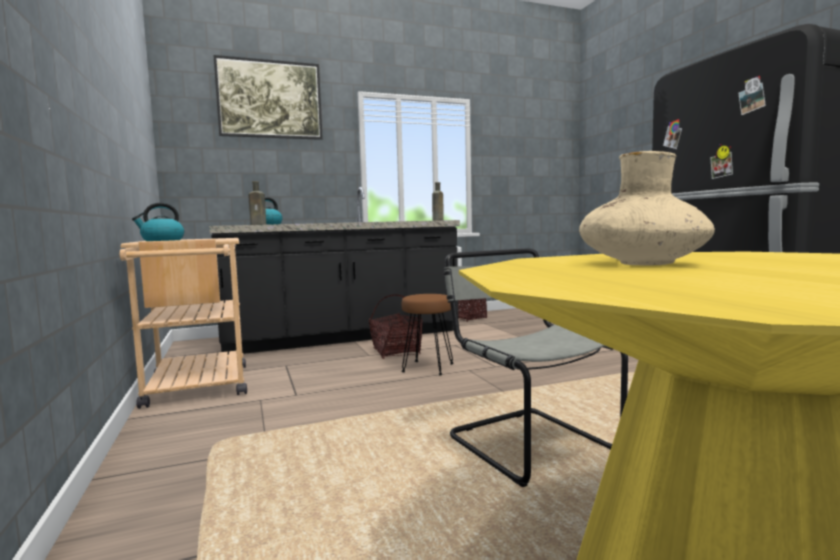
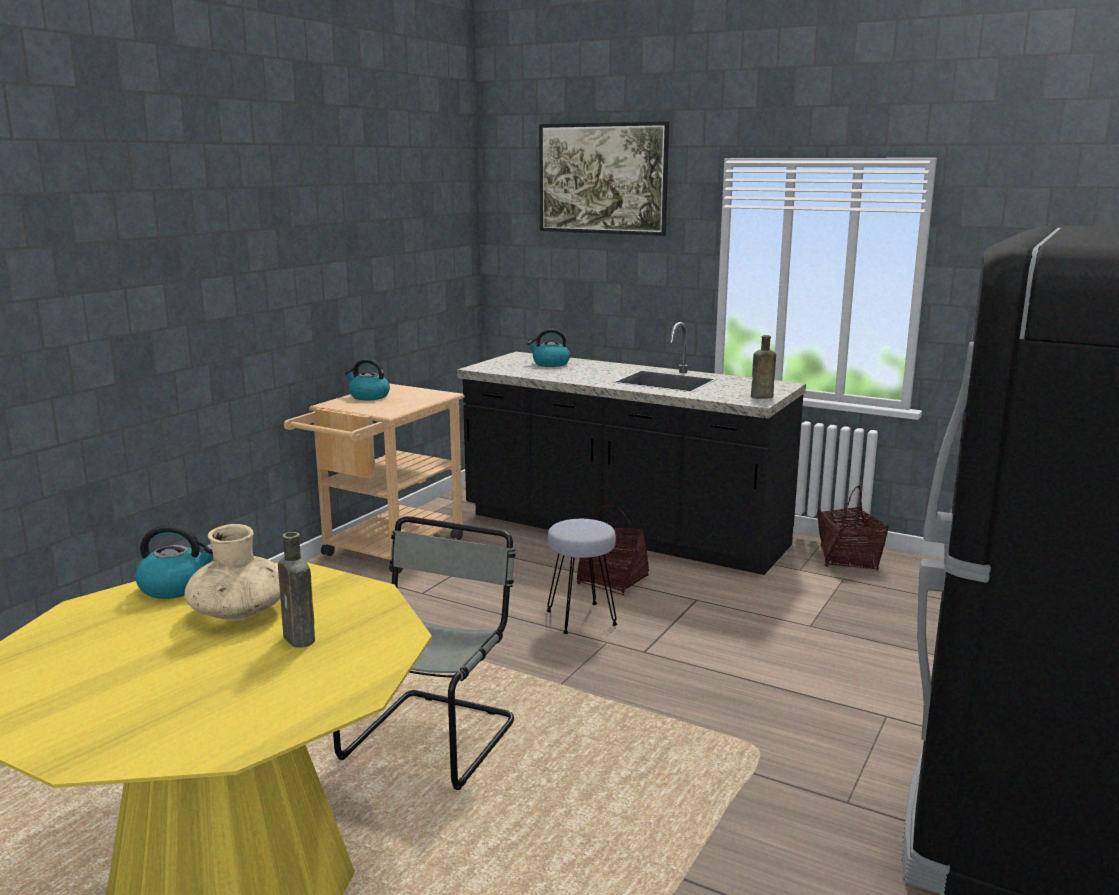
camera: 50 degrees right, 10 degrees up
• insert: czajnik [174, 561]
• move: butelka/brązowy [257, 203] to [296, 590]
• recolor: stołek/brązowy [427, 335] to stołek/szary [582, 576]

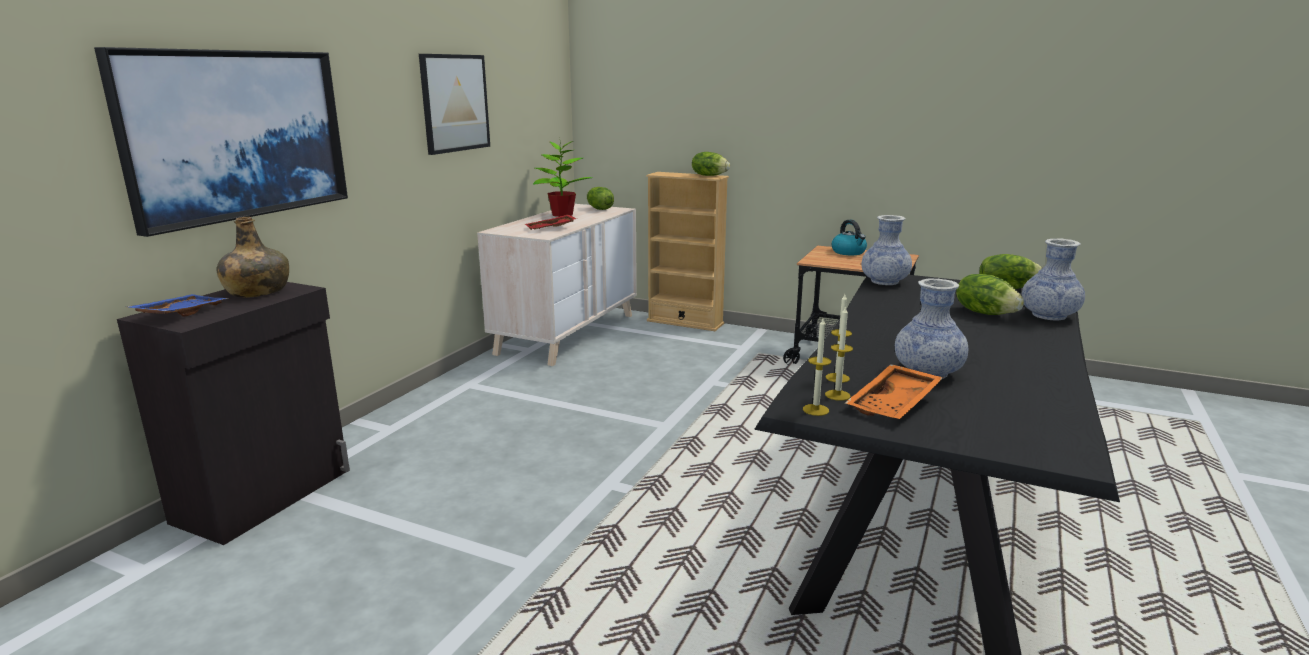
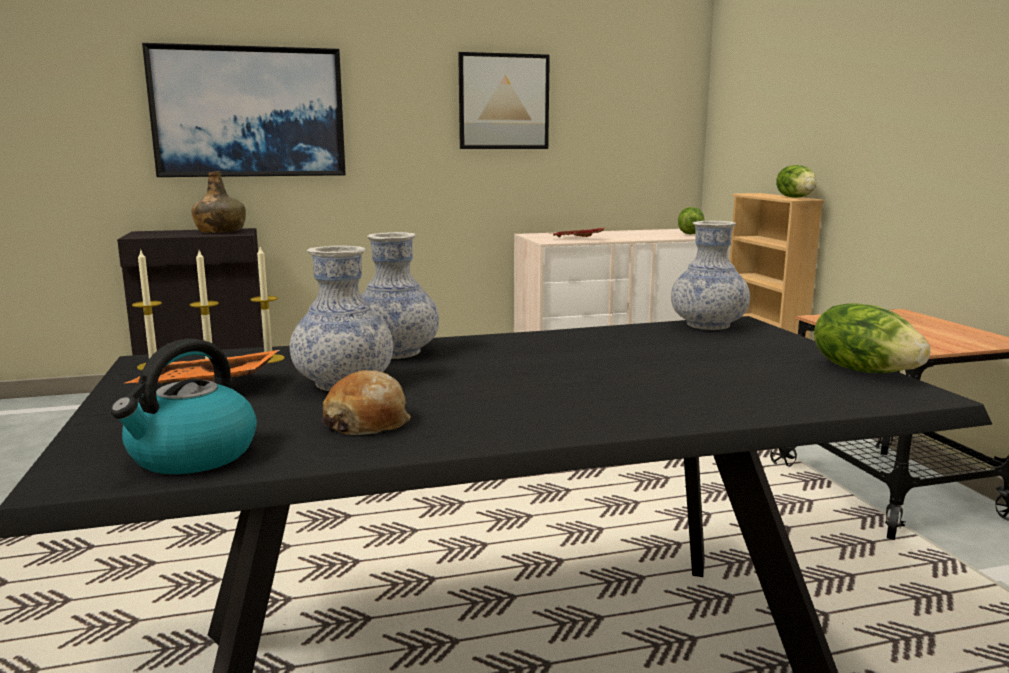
camera: 50 degrees right, 5 degrees down
• delete: taca/niebieski [178, 305]
• delete: roślina doniczkowa [562, 179]
• delete: sałata [990, 294]
• insert: chleb [366, 402]
• move: czajnik [849, 237] to [183, 406]
• move: wazon [1053, 280] to [400, 295]

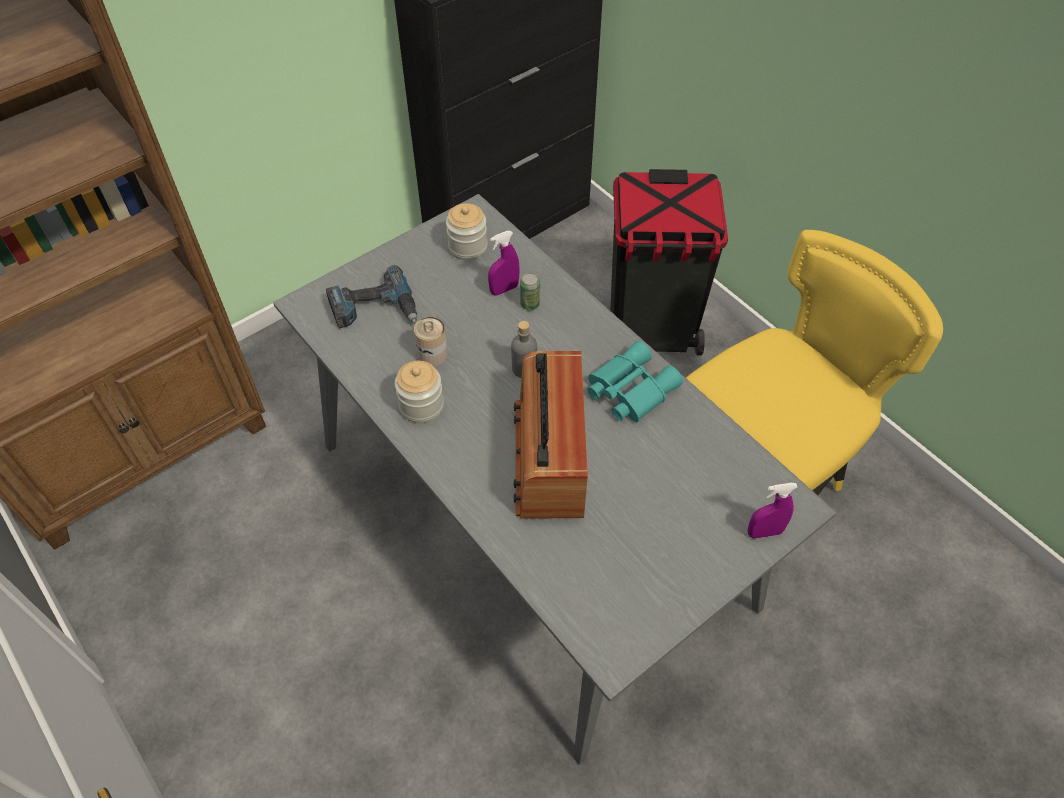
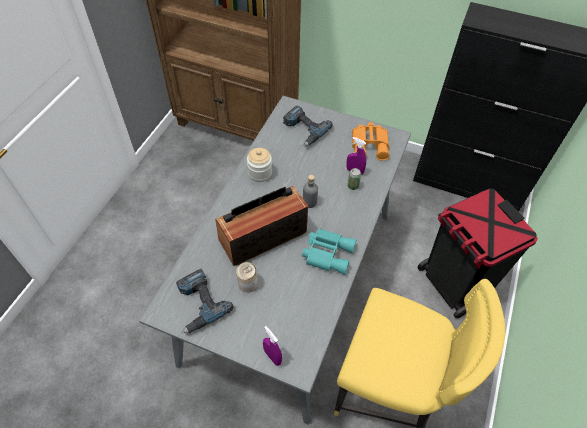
camera: 60 degrees right, 0 degrees up
• insert: wiertarka [204, 301]
• move: puszka [431, 341] to [247, 277]
• replace: słoik [467, 232] to lornetka/pomarańczowy [370, 141]

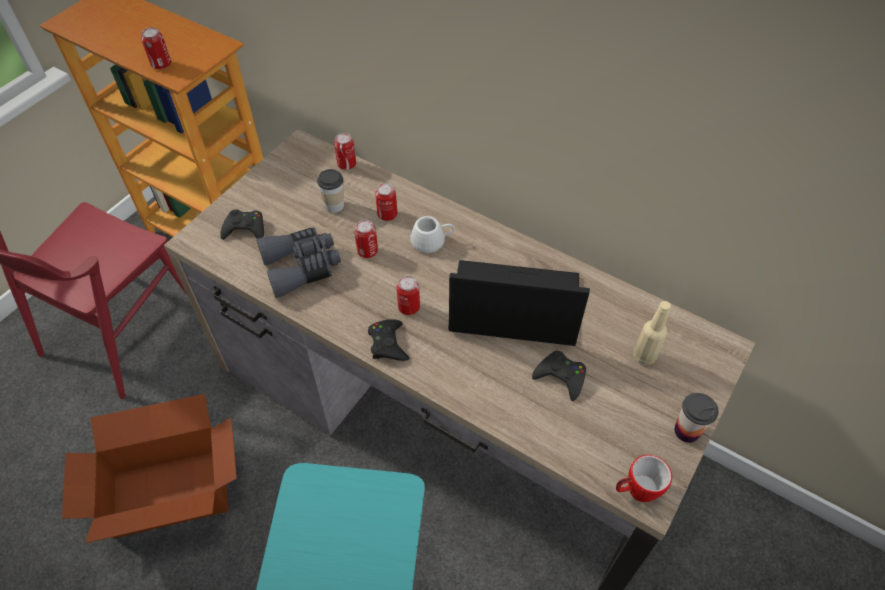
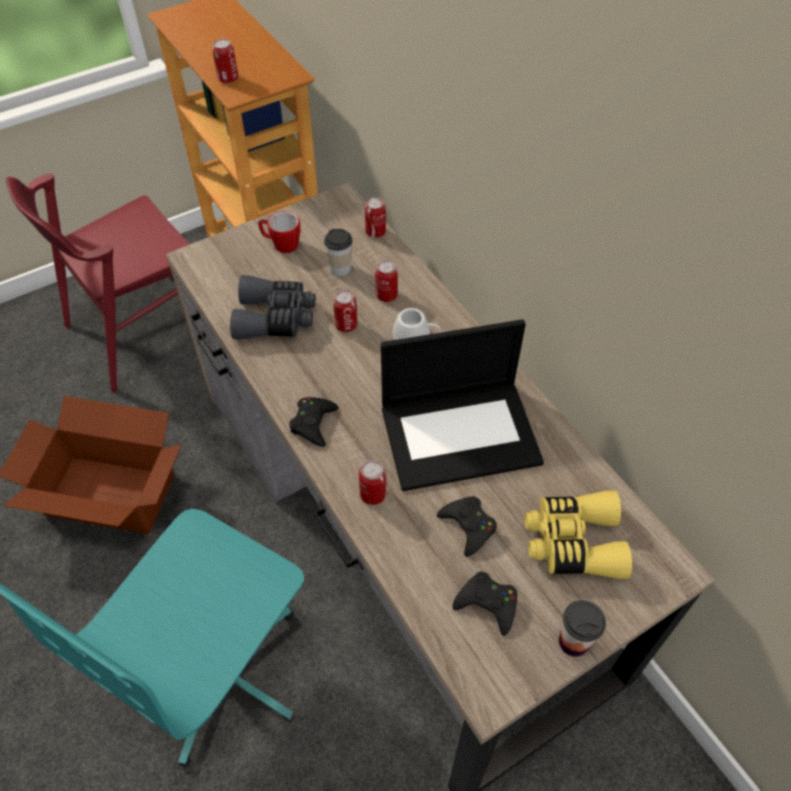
camera: 25 degrees right, 0 degrees up
• move: pad do gier/czarny [242, 224] to [485, 604]
• move: puszka [408, 295] to [372, 482]
• move: kubek [644, 478] to [279, 232]
• replace: butelka/beżowy [652, 333] to lornetka/żółty [578, 535]
• rotate: laptop [519, 303] = [462, 405] 135 degrees clockwise

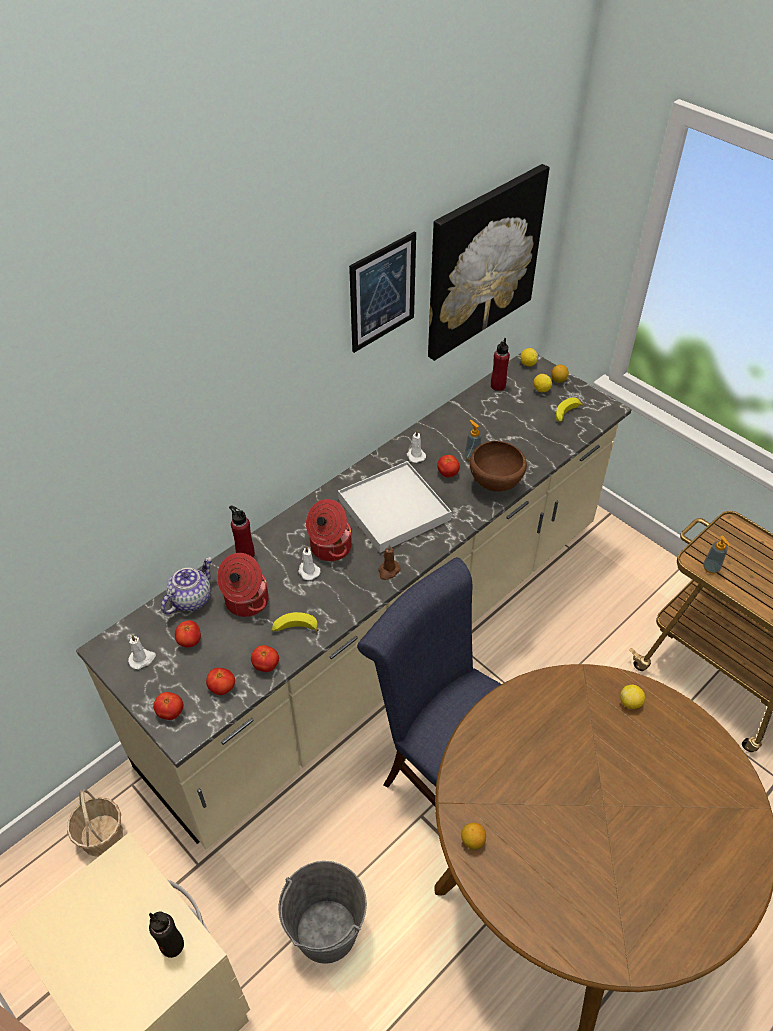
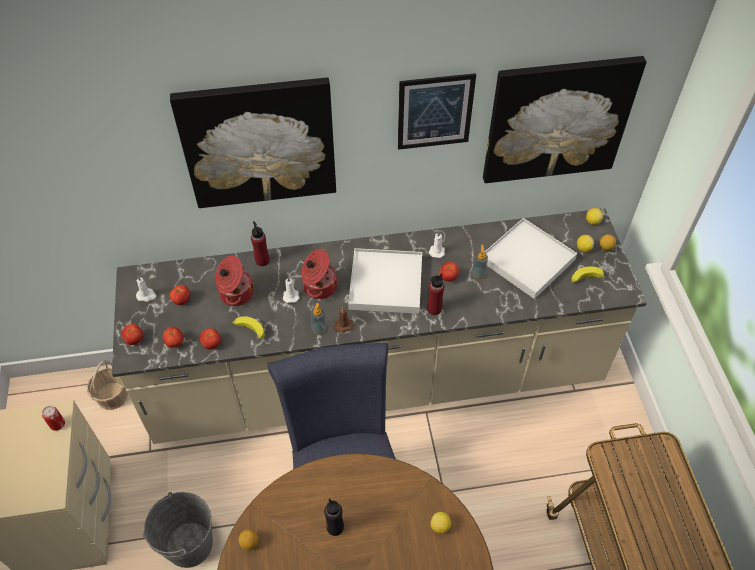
camera: 35 degrees right, 5 degrees up
• delete: imbryk [186, 585]
• delete: miska/brązowy [498, 466]
• insert: puszka [53, 418]
• insert: obraz [253, 143]
• insert: taca/biały [530, 258]
• move: butelka/czarny [166, 935] to [334, 517]
• move: butelka/czerwony [500, 364] to [435, 294]
• move: dozownik mydła [716, 554] to [319, 319]

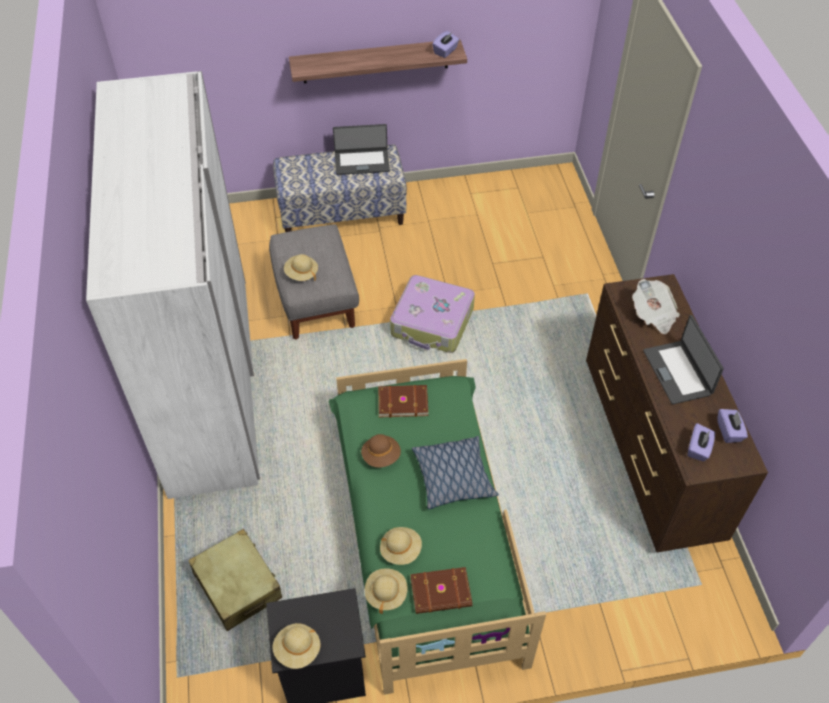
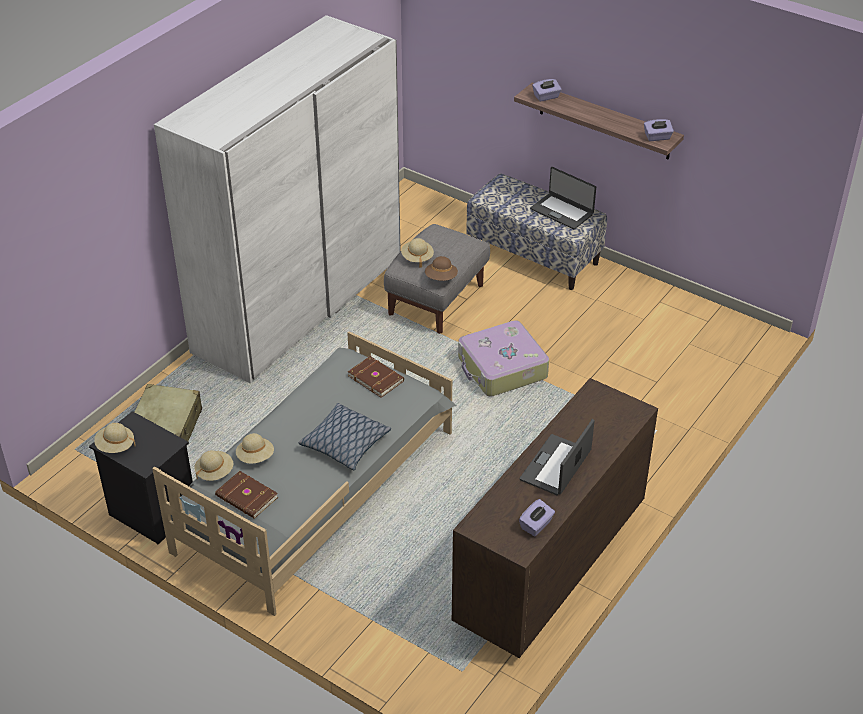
camera: 45 degrees right, 10 degrees down
• delete: gazeta [656, 306]
• move: kapelusz/brązowy [381, 451] to [441, 268]
• move: pudełko chusteczek/fioletowy [701, 442] to [547, 90]
• recolor: łóżko/zielony [437, 527] to łóżko/szary [304, 473]

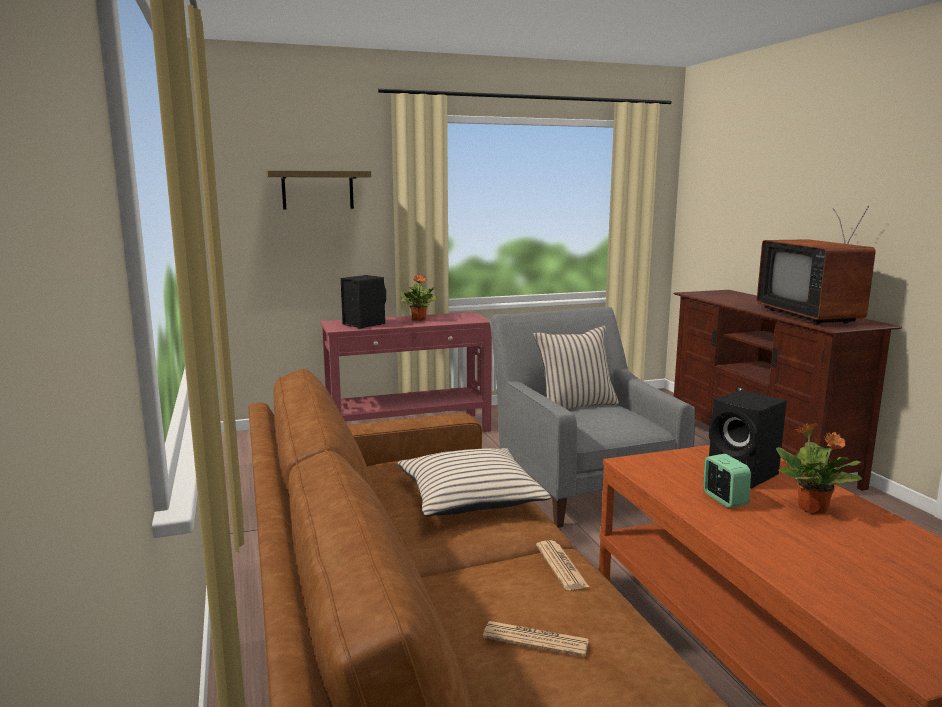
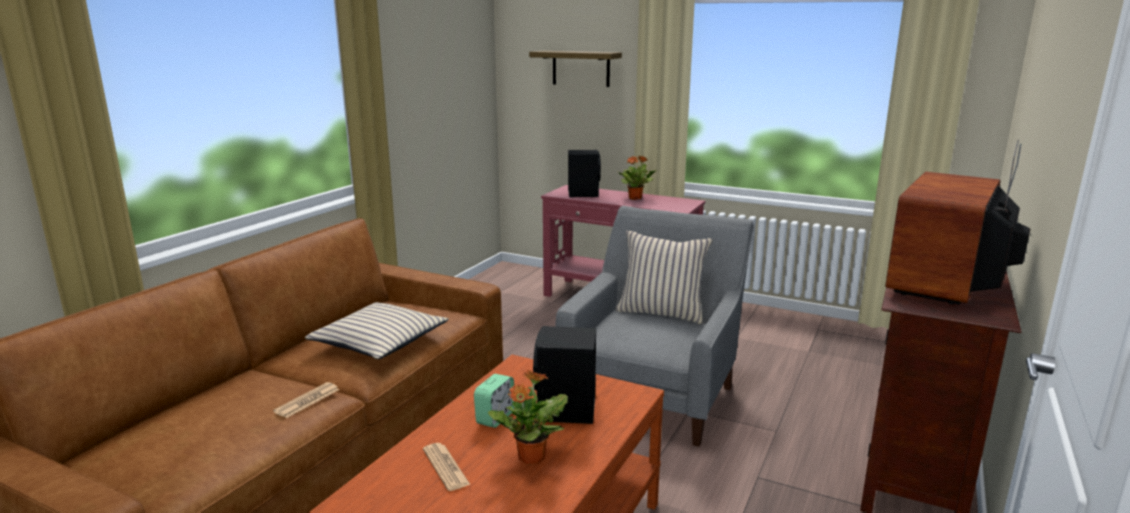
camera: 45 degrees right, 5 degrees up
• move: gazeta [536, 639] to [446, 467]

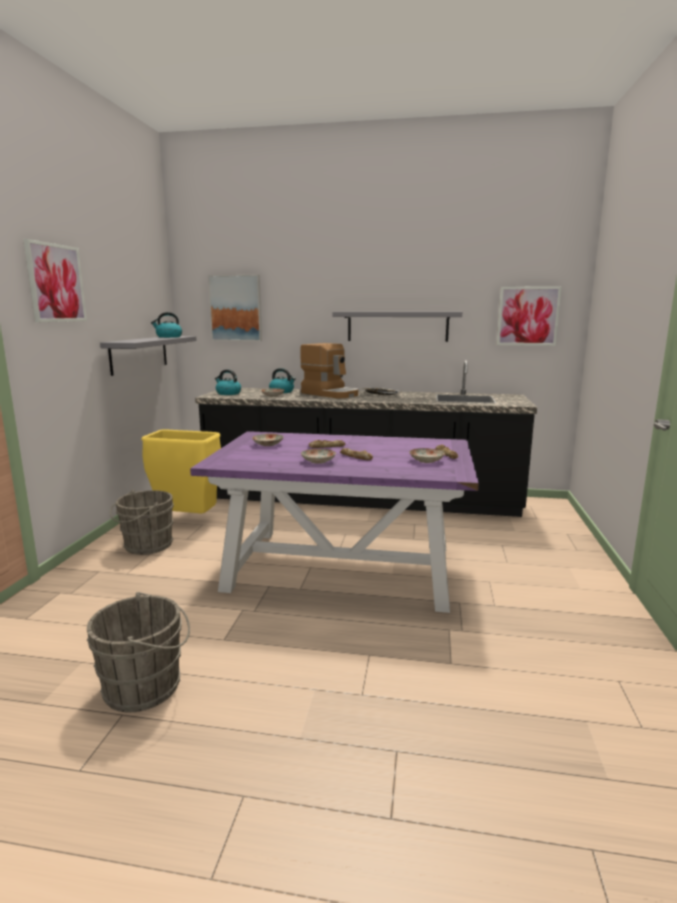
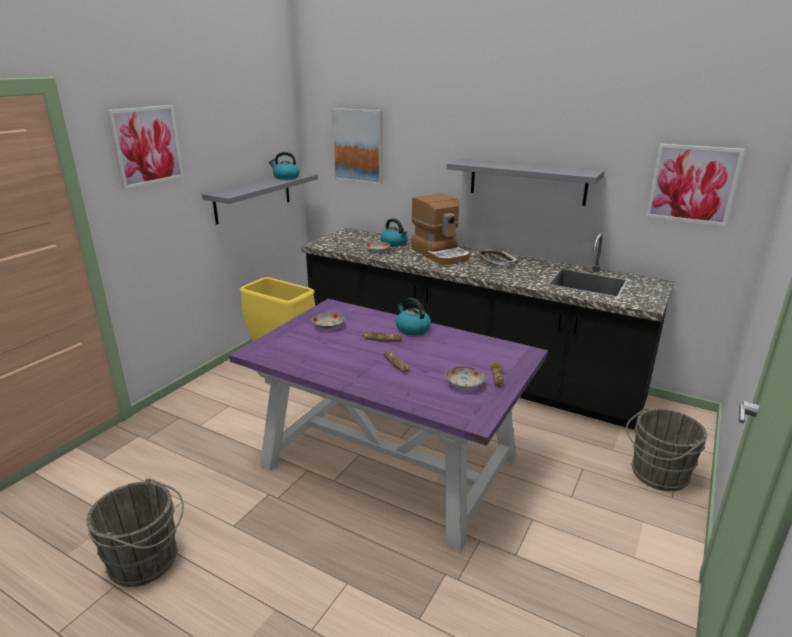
camera: 20 degrees right, 10 degrees up
• delete: talerz [318, 456]
• move: wiadro/szary [142, 522] to [666, 449]
• move: czajnik [228, 382] to [413, 317]

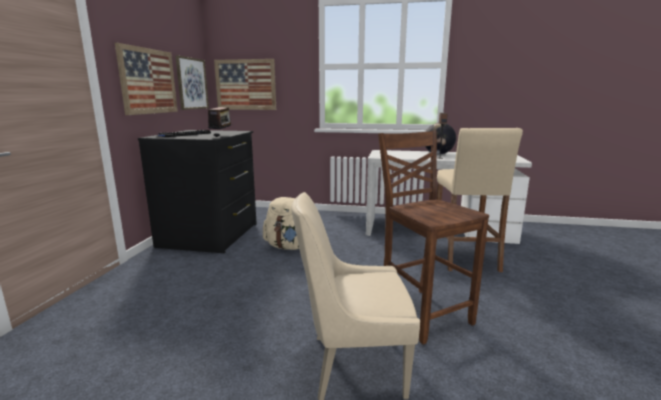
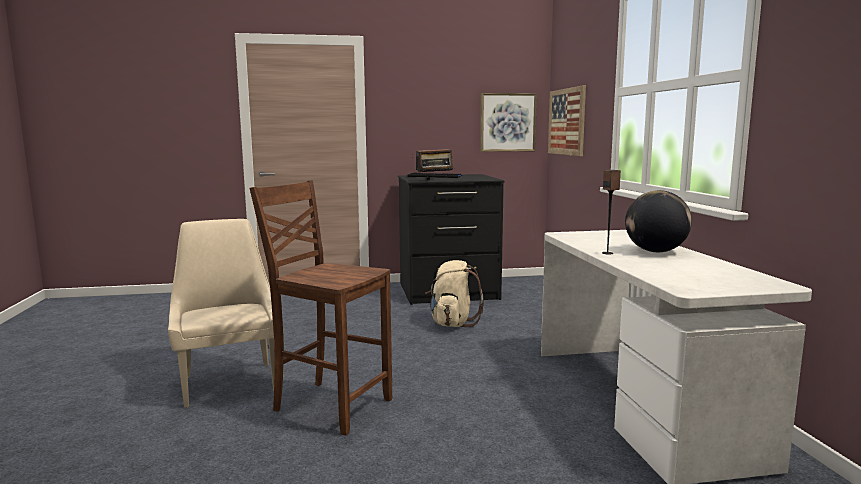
camera: 70 degrees right, 5 degrees down
• delete: obraz [146, 79]
• delete: stołek/beżowy [479, 200]
• rotate: krzesło/brązowy [433, 237] = [321, 308] 105 degrees counterclockwise

